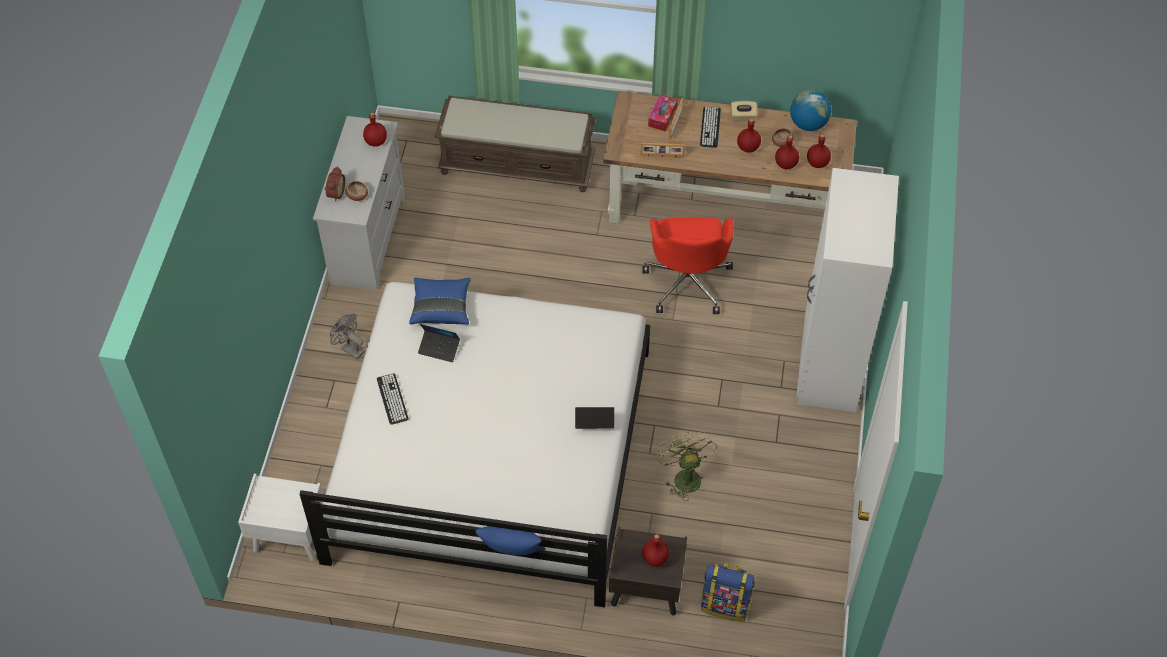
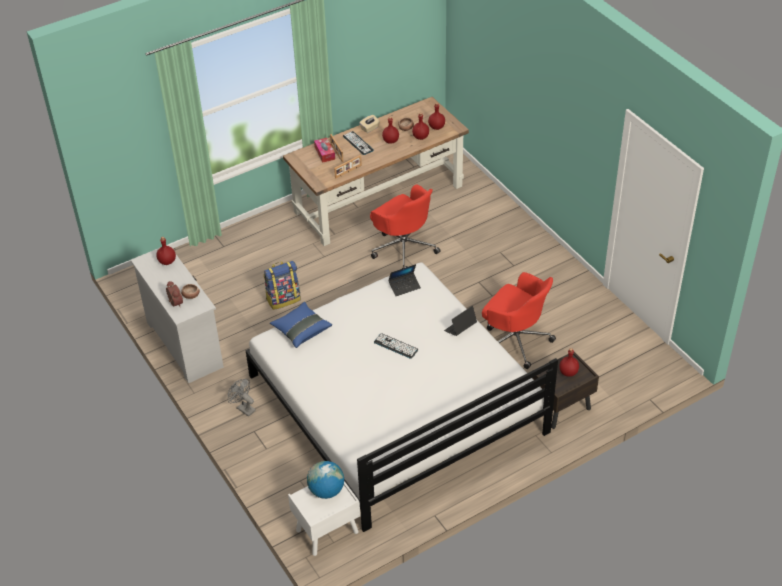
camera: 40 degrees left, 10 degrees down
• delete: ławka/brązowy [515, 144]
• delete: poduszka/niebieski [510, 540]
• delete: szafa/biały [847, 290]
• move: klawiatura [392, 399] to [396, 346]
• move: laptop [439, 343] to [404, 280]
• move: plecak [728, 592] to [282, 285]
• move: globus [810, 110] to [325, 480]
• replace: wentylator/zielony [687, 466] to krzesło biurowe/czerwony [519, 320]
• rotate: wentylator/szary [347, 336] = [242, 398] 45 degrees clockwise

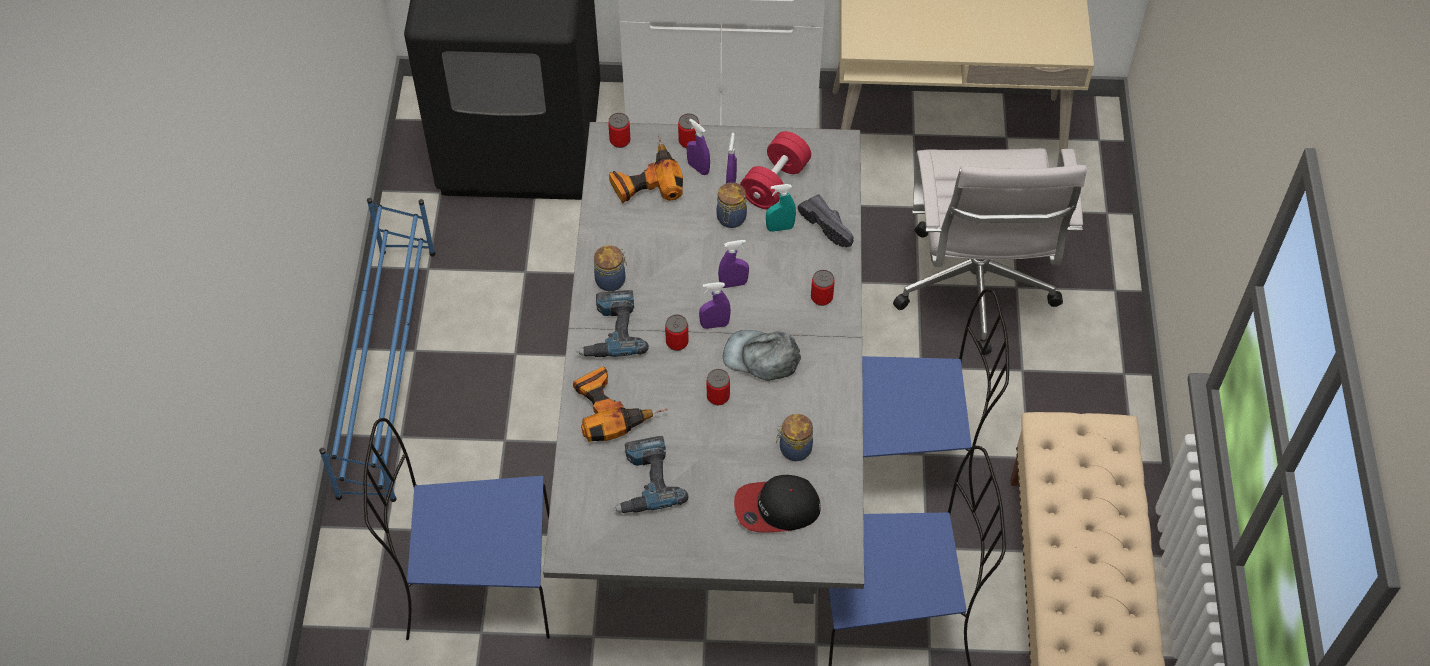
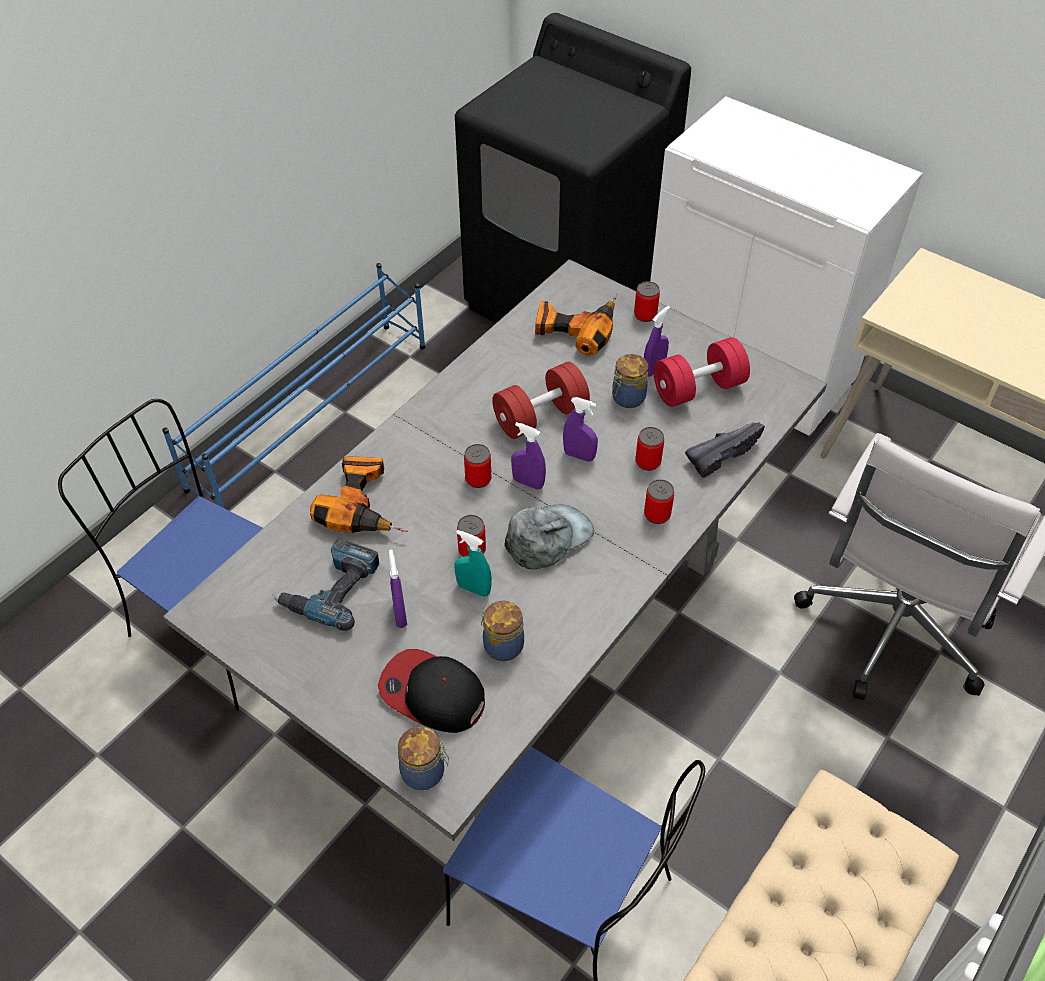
camera: 35 degrees right, 5 degrees down
• delete: wiertarka [612, 323]
• delete: krzesło/niebieski [935, 398]
• insert: hantel/czerwony [541, 400]
• move: słoik [610, 268] to [423, 758]
• move: puszka [619, 130] to [649, 449]
• move: spryskiwacz/fioletowy [698, 147] to [398, 589]
• move: spryskiwacz/turkusowy [781, 208] to [473, 563]
• rotate: czapka z daszkiem/szary [762, 355] = [549, 537] 90 degrees clockwise
• rotate: but/czarny [826, 220] = [725, 450] 120 degrees counterclockwise

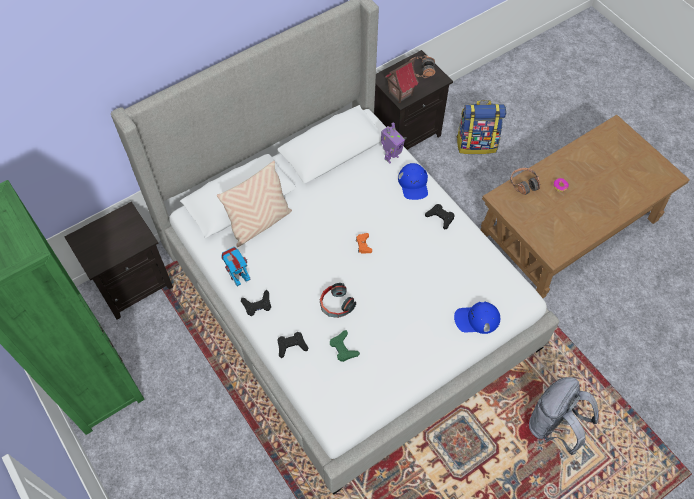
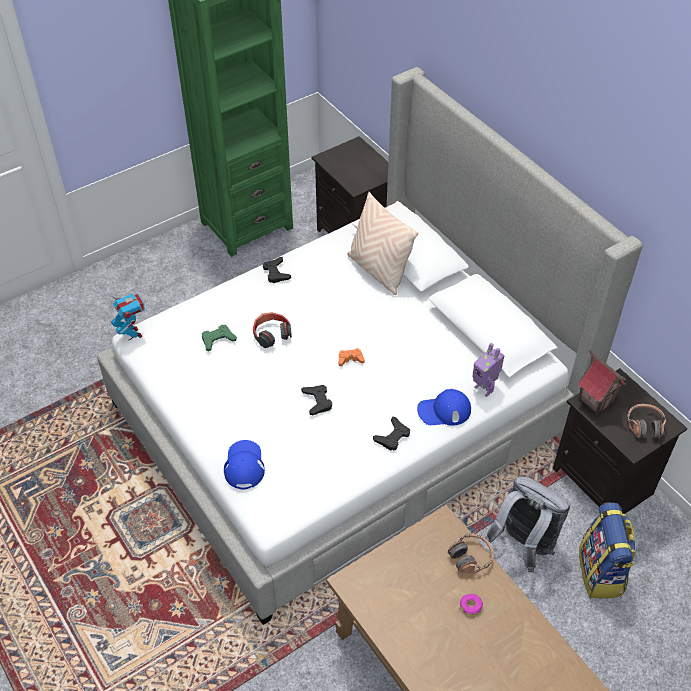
camera: 90 degrees right, 10 degrees down
• move: robot zabawkowy [236, 266] to [127, 317]
• move: pad do gier/czarny [292, 345] to [316, 400]
• move: plecak/szary [564, 416] to [528, 524]

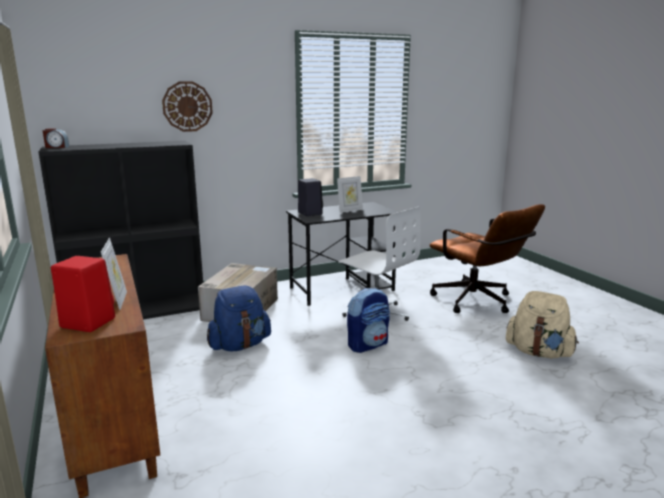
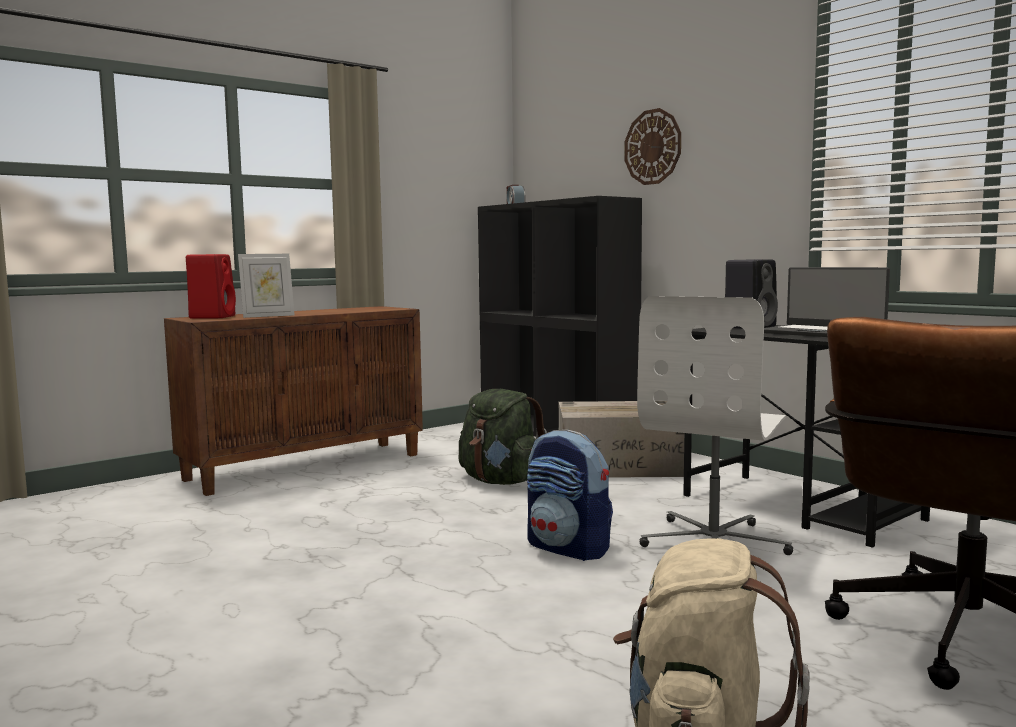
camera: 75 degrees right, 10 degrees down
• replace: ramka na zdjęcie [350, 194] to laptop [827, 302]
• recolor: plecak/niebieski [239, 318] to plecak/zielony [503, 437]

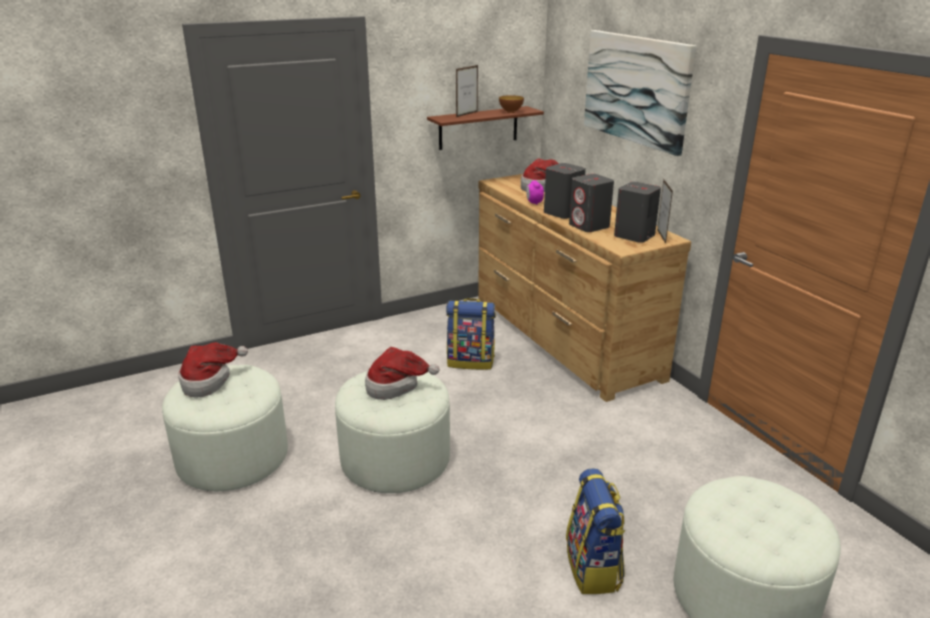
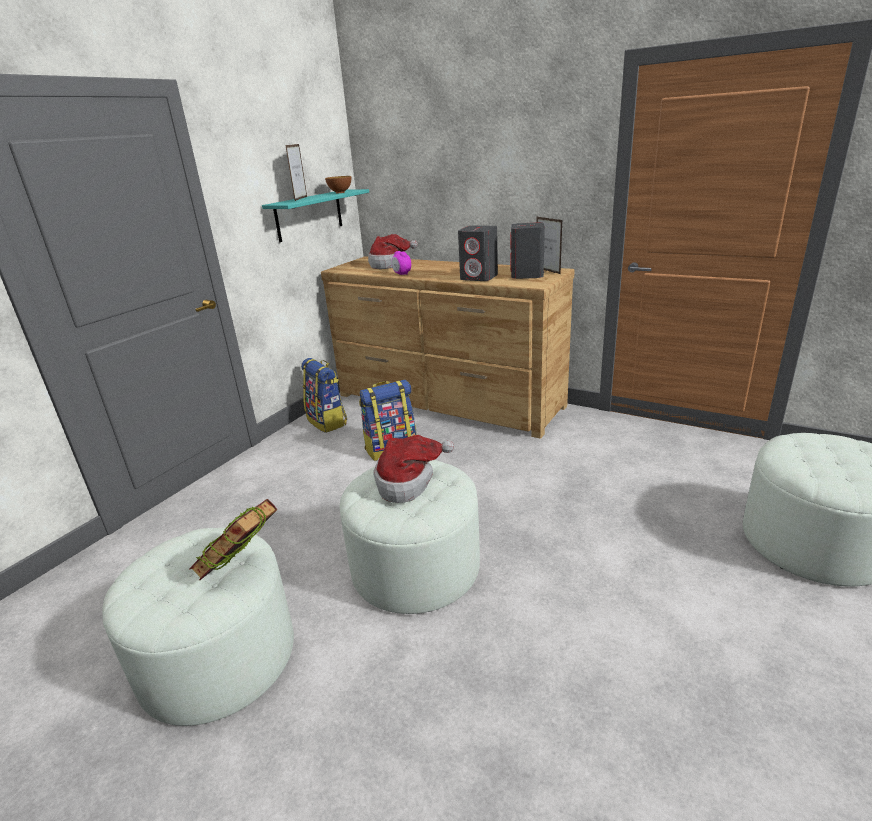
camera: 30 degrees left, 0 degrees up
• delete: kapelusz [213, 370]
• delete: głośnik/szary [565, 191]
• delete: obraz [640, 93]
• insert: książka [233, 539]
• move: plecak [595, 531] to [324, 395]
• recolor: półka/brązowy [485, 128] to półka/turkusowy [315, 215]

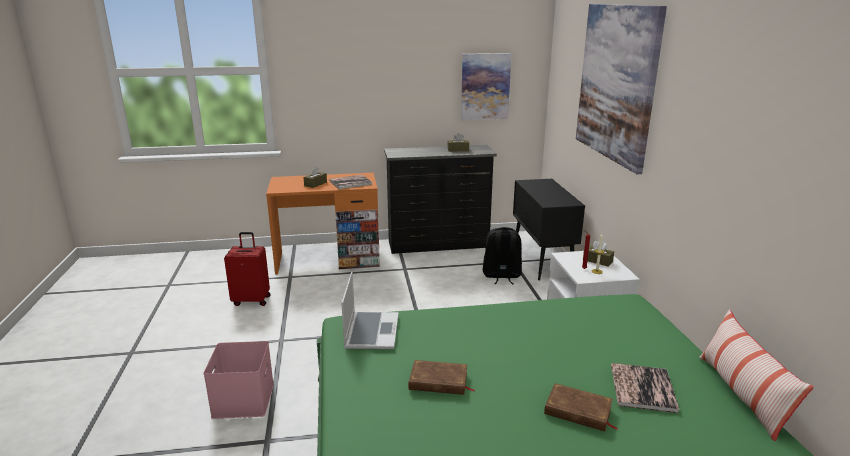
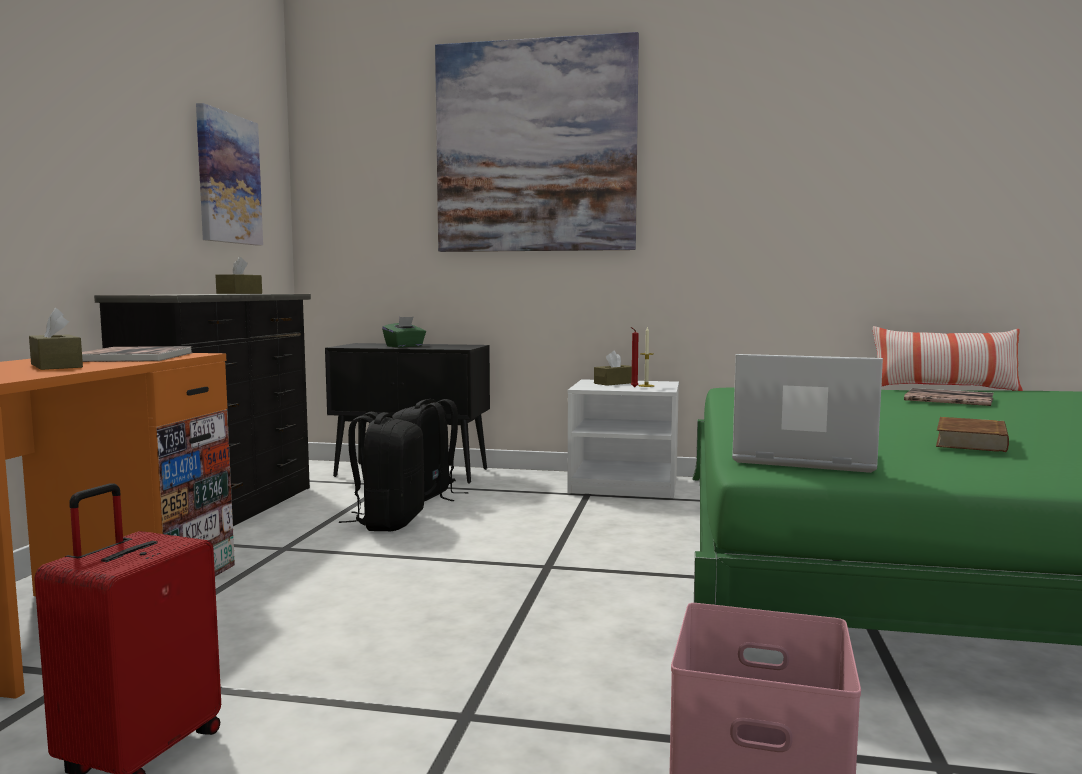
camera: 70 degrees left, 15 degrees down
• delete: książka/brązowy [581, 407]
• insert: plecak/czarny [382, 471]
• insert: pudełko chusteczek/zielony [404, 332]

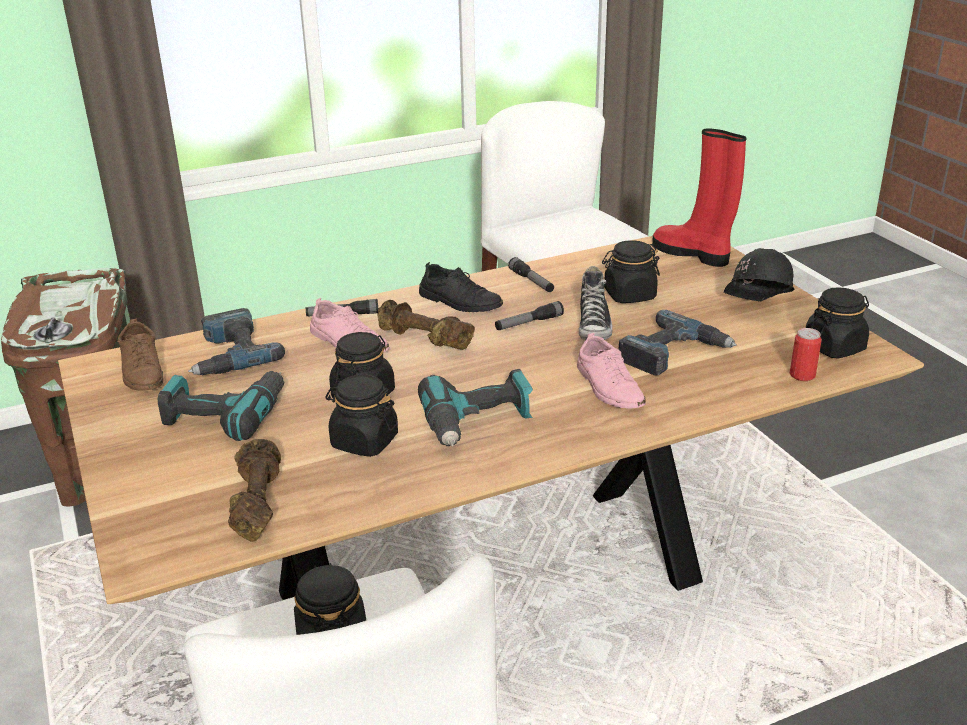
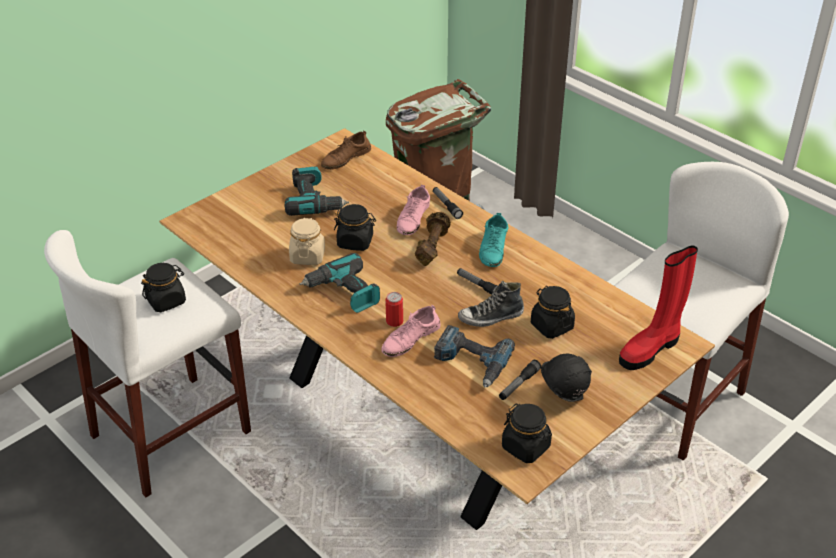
camera: 70 degrees right, 10 degrees up
• delete: wiertarka [236, 341]
• delete: hantel/brązowy [254, 490]
• move: latarka [531, 274] to [520, 380]
• move: puszka [806, 354] to [394, 309]
• recolor: słoik/czarny [361, 415] to słoik/beżowy [307, 241]
• recolor: but/czarny [461, 287] to but/turkusowy [493, 240]
• rotate: but z cholewką/czerwony [699, 197] = [658, 307] 150 degrees counterclockwise

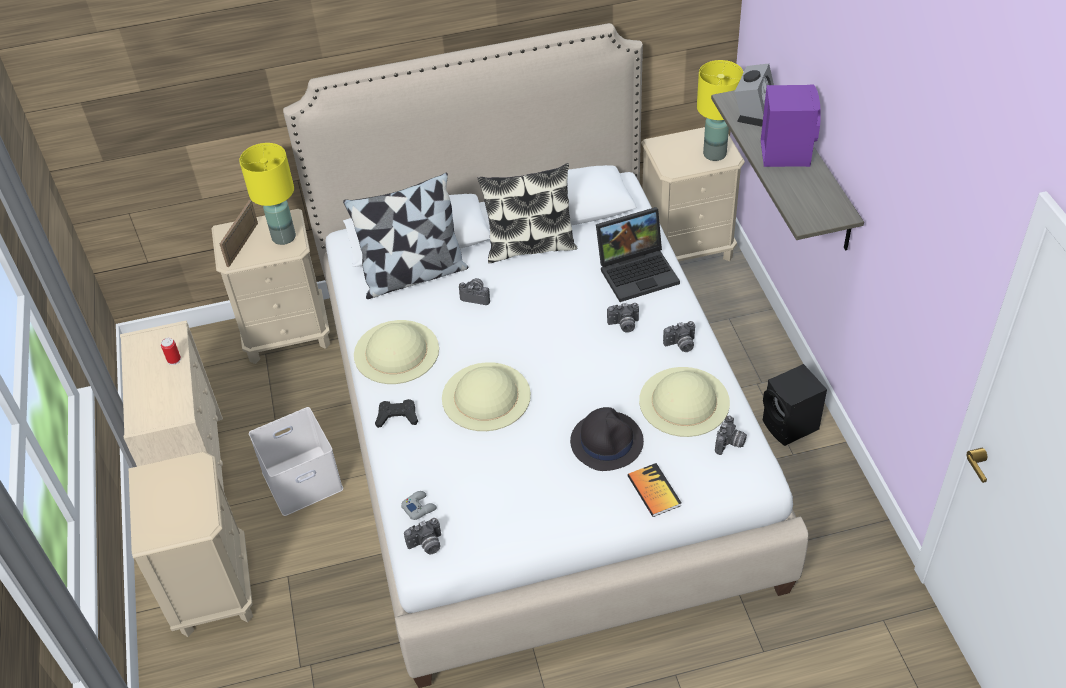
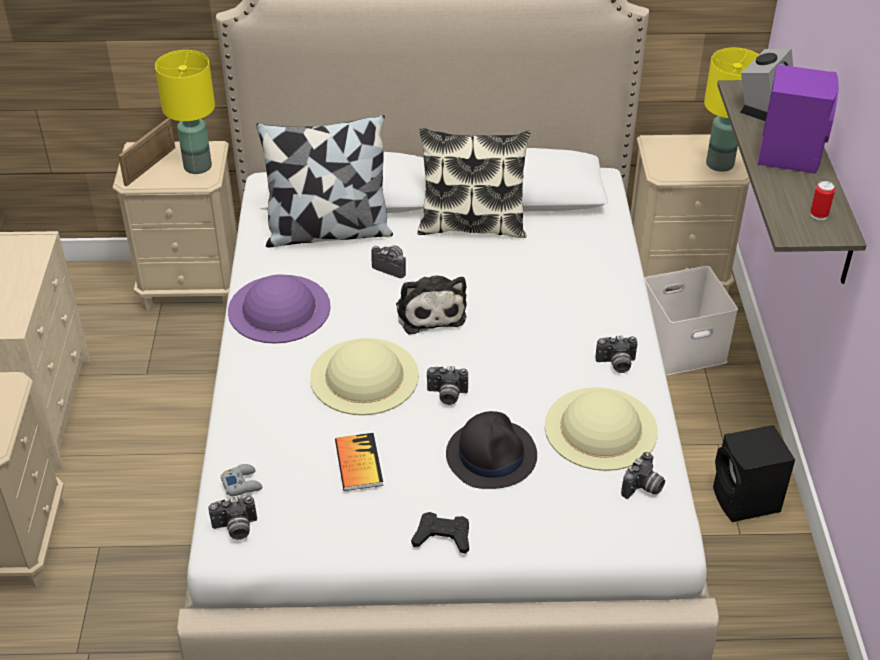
camera: 10 degrees right, 5 degrees down
• delete: laptop [638, 254]
• insert: pluszak [431, 305]
• move: puszka [171, 351] to [822, 200]
• move: pojemnik do przechowywania/biały [296, 461] to [691, 321]
• move: pad do gier/czarny [396, 413] to [440, 533]
• move: aparat fotograficzny [623, 318] to [447, 385]
• move: książka [655, 490] to [359, 462]
• recolor: kapelusz/beżowy [396, 352] to kapelusz/fioletowy [279, 309]

